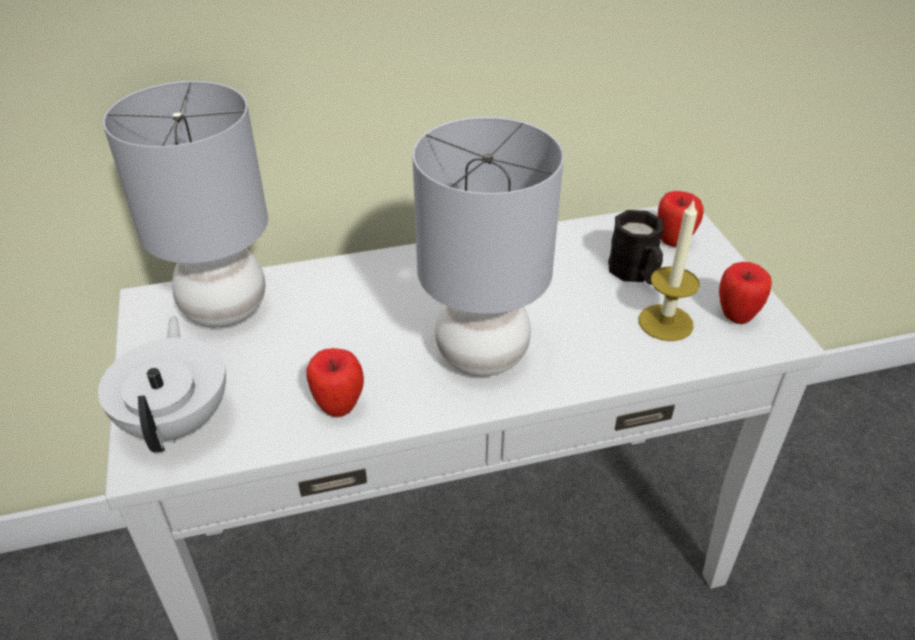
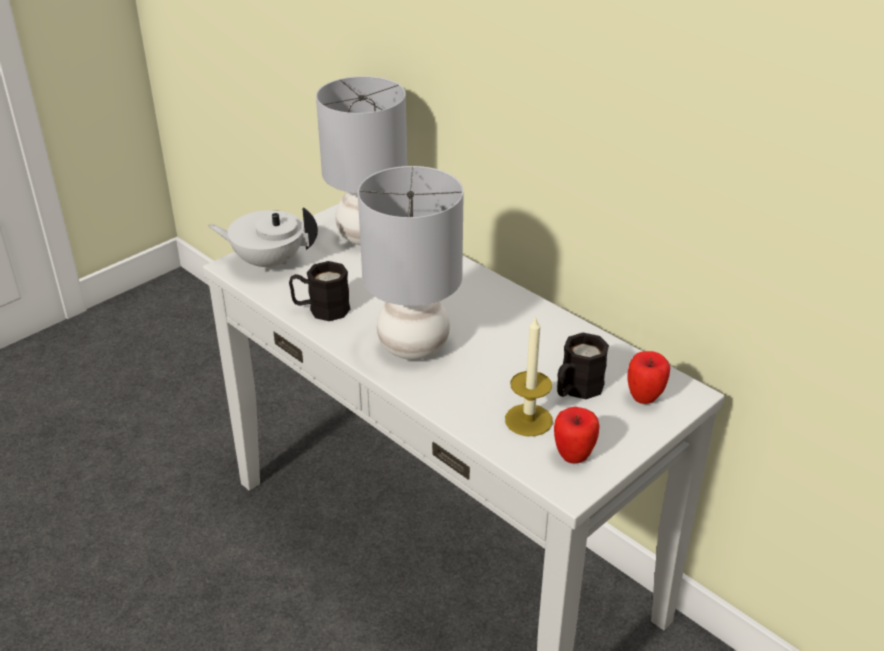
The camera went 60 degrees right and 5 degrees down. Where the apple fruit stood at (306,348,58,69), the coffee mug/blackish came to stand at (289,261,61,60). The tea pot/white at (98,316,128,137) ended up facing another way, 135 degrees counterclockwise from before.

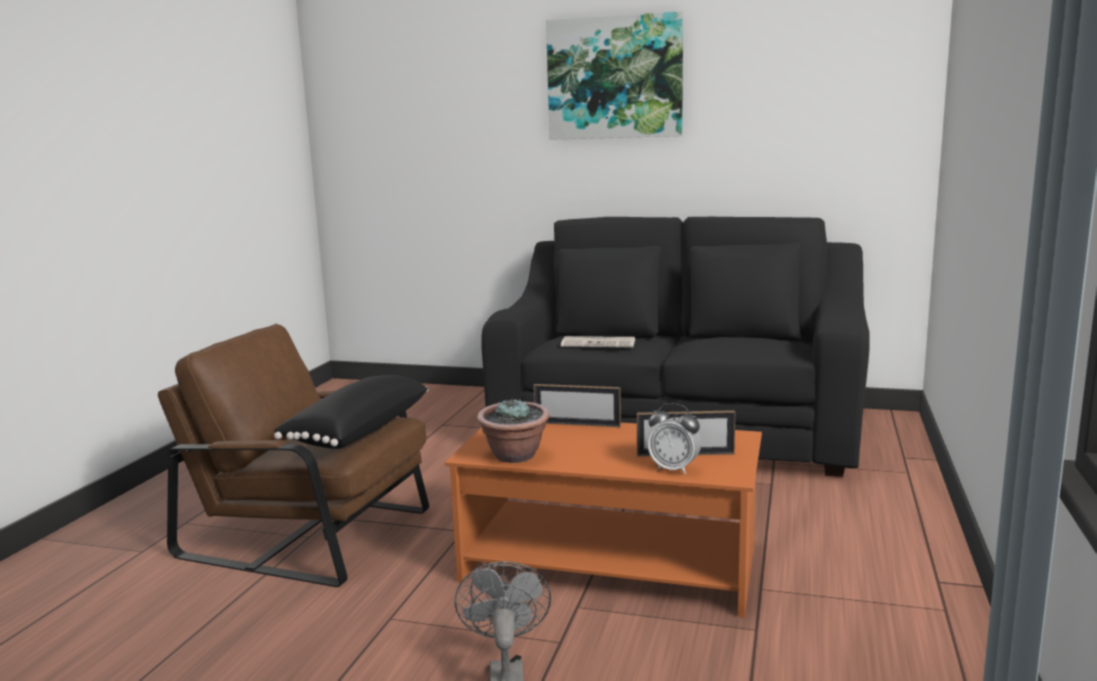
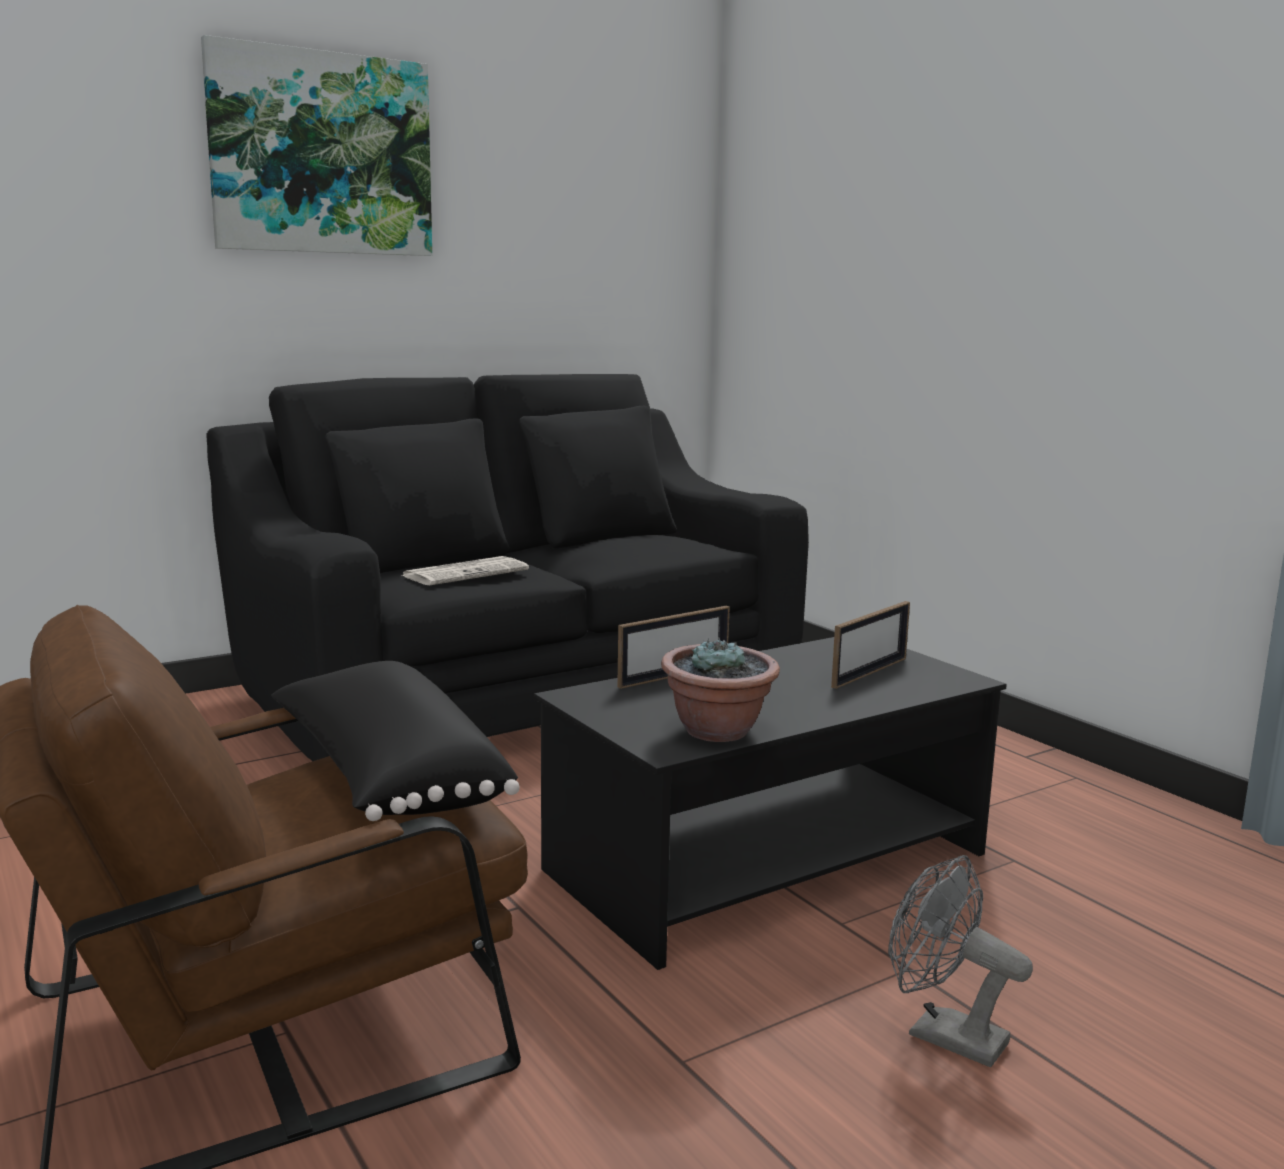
The camera went 50 degrees left and 0 degrees up. The second view lost the bedside clock at (647,403,54,71). What was the lounge table/orangey at (445,423,317,195) turned into the lounge table/blackish at (534,637,473,333).

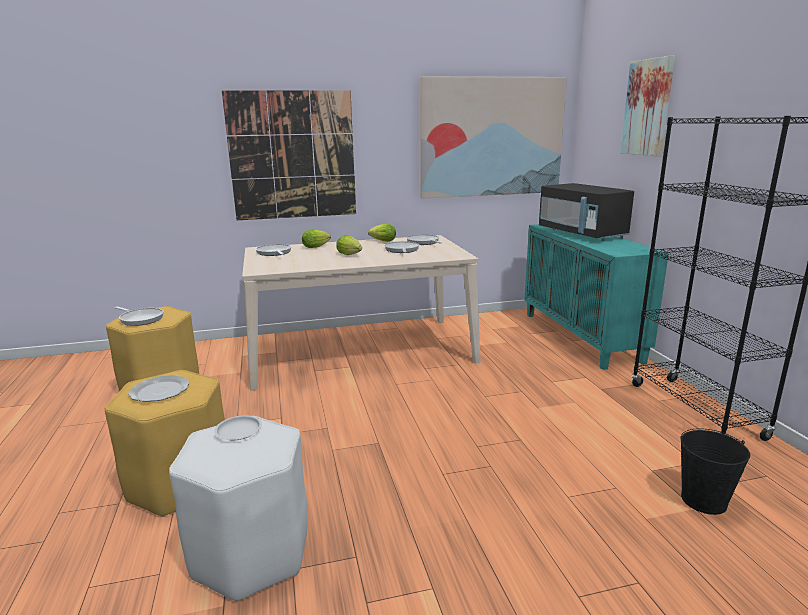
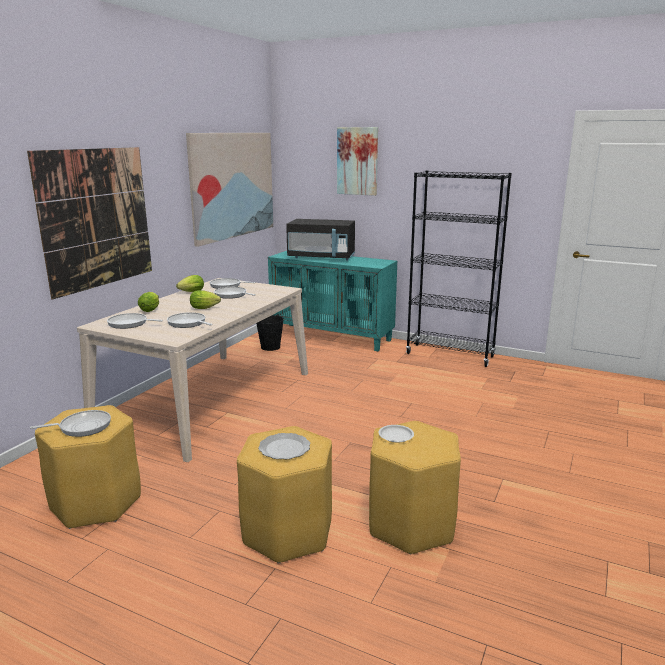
The camera went 50 degrees left and 0 degrees up. The second view gained the skillet at (167,312,46,16). The pail/blackish ended up elsewhere, having gone from (680,428,70,87) to (256,314,28,37). What was the stool/white at (169,416,139,186) turned into the stool/yellow at (369,421,92,133).

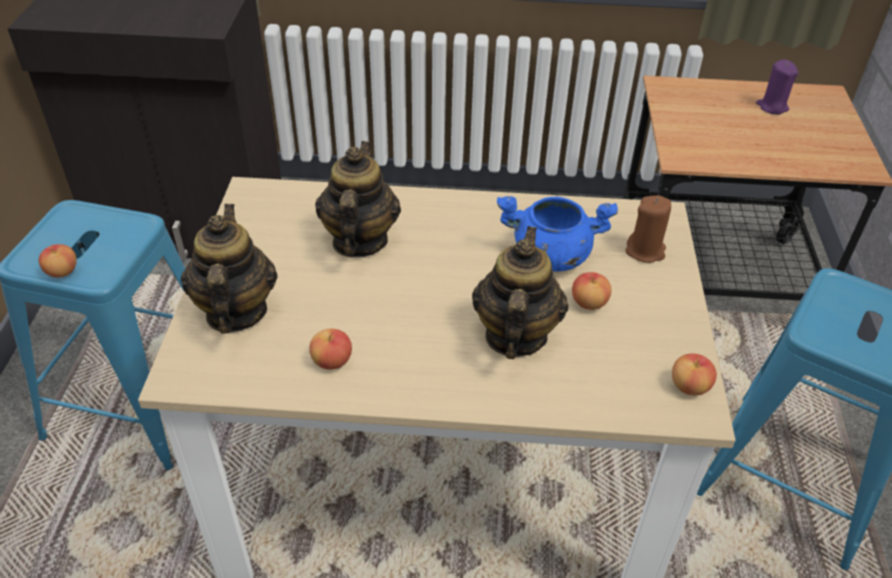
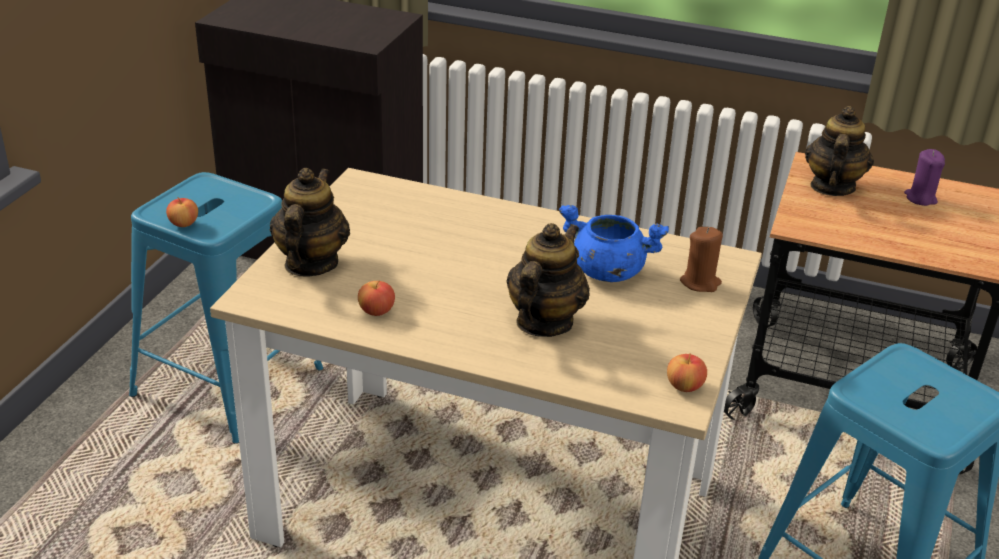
The camera went 15 degrees right and 10 degrees down. The second view lost the apple fruit at (572,272,40,38). The tea pot ended up elsewhere, having gone from (315,141,86,117) to (805,106,69,90).

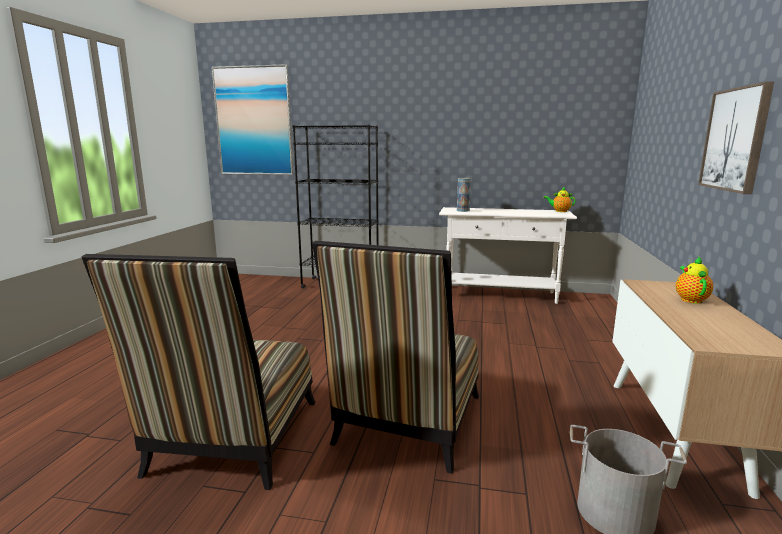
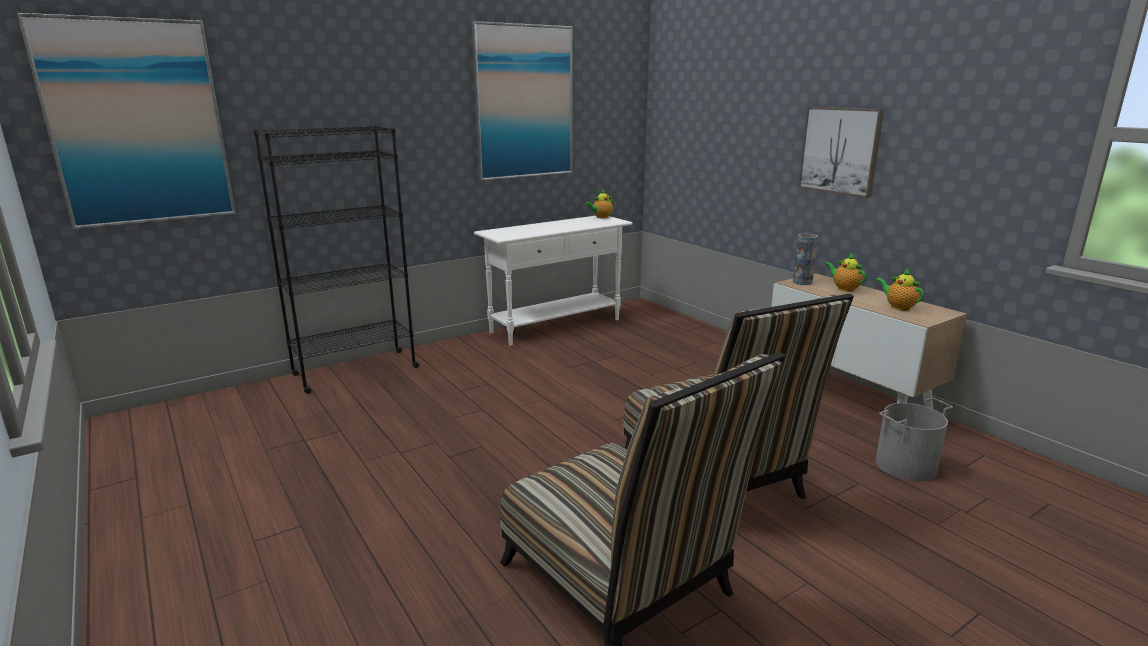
The camera went 45 degrees left and 5 degrees up. The second view gained the picture at (472,21,101,160). The second view gained the tea pot at (876,269,48,42). The decorative vase ended up elsewhere, having gone from (457,178,14,34) to (793,234,25,51).

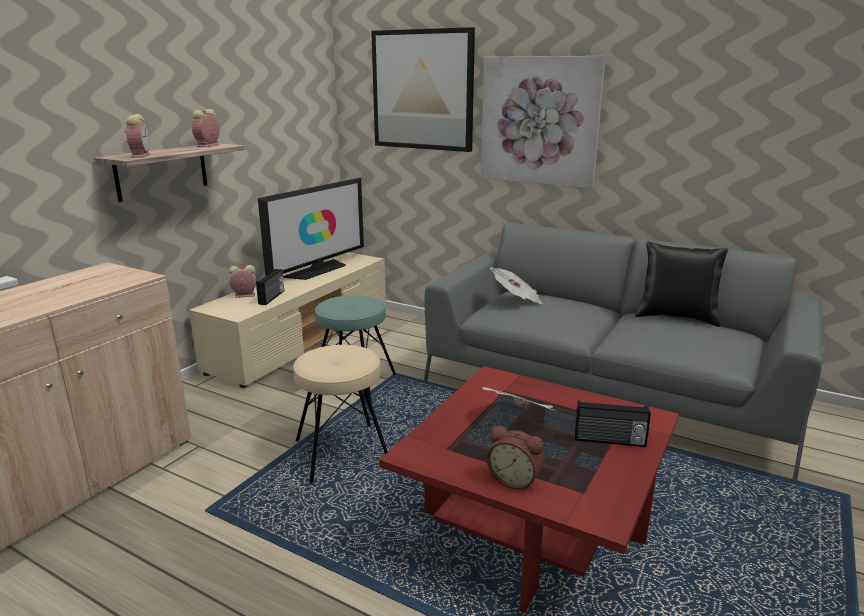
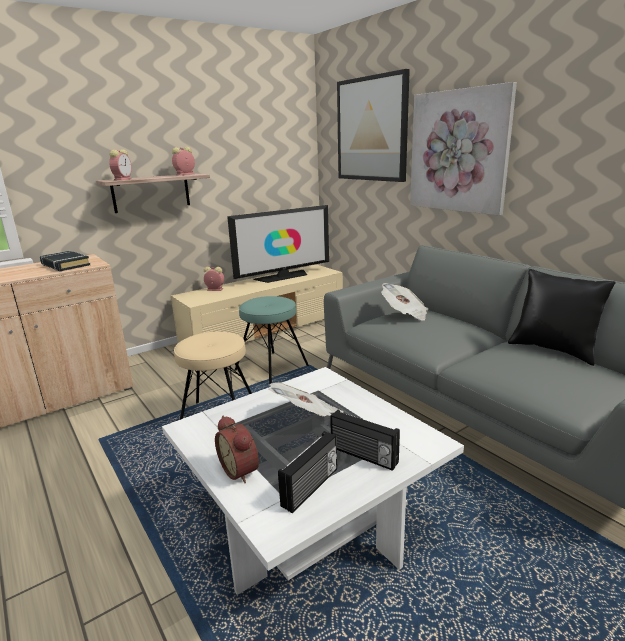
The camera went 25 degrees right and 0 degrees up. The second view gained the bound book/blackish at (40,251,50,20). The radio ended up elsewhere, having gone from (256,269,28,36) to (278,431,59,82). What was the lounge table/reddish at (379,366,300,247) turned into the lounge table/white at (162,367,302,228).

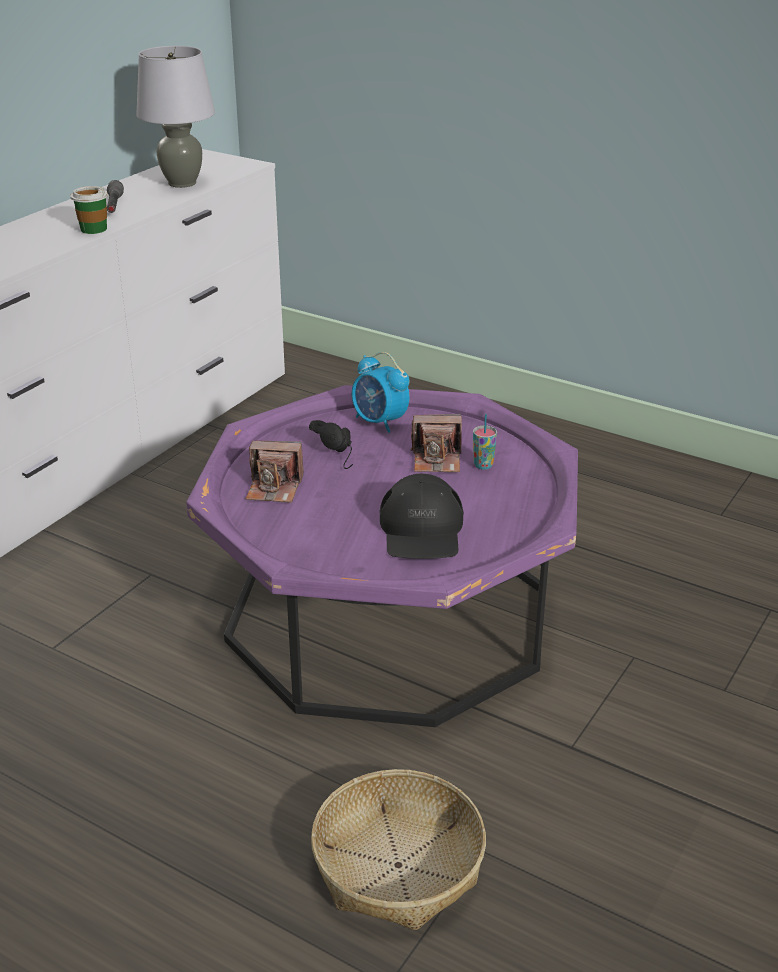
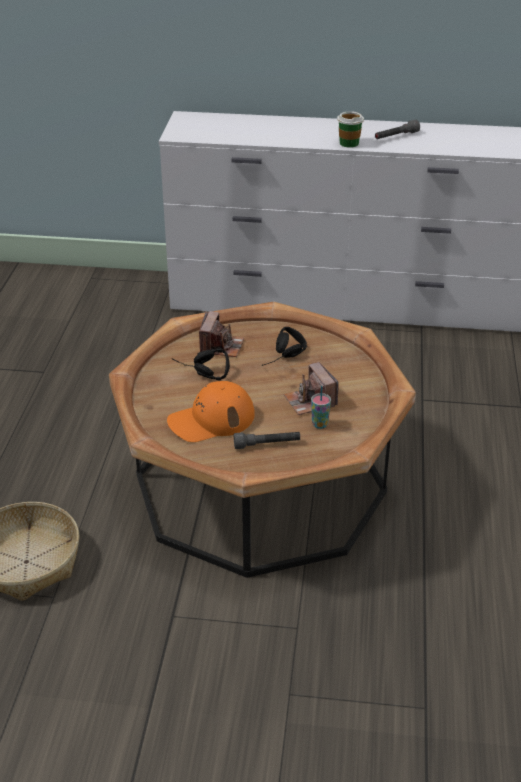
The camera went 65 degrees right and 5 degrees up. The second view lost the lamp for a table/grey at (136,46,79,142). The second view lost the bedside clock at (352,352,58,81). The second view gained the headphones/blackish at (172,349,58,32). The second view gained the flashlight/grey at (234,432,66,17). What was the lounge table/purple-coloured at (186,385,392,342) turned into the lounge table/brownish at (109,302,307,276). What was the baseball cap/blackish at (379,474,85,85) turned into the baseball cap/orangey at (167,381,88,61). The photo camera at (245,441,59,62) ended up facing another way, 150 degrees counterclockwise from before.

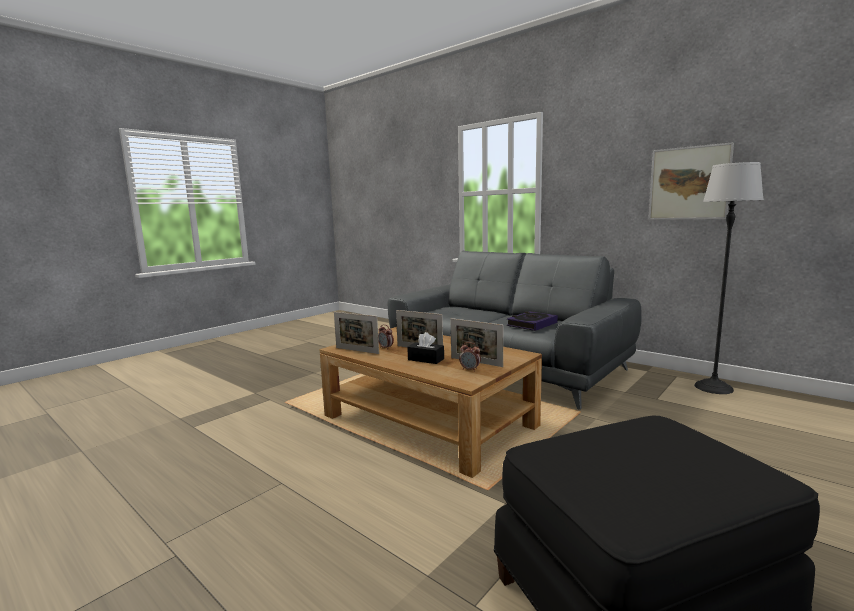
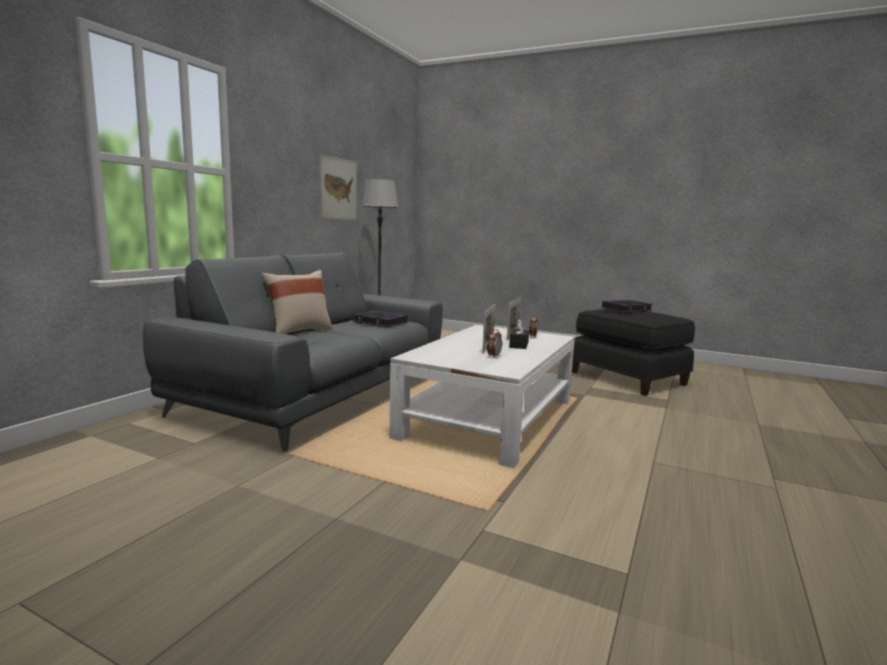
The camera went 105 degrees left and 0 degrees up. The second view lost the picture frame at (334,312,45,42). The second view gained the throw pillow/beige-coloured at (261,270,72,64). The second view gained the bound book at (602,300,51,13). What was the lounge table/brownish at (319,327,223,151) turned into the lounge table/white at (389,325,186,143).

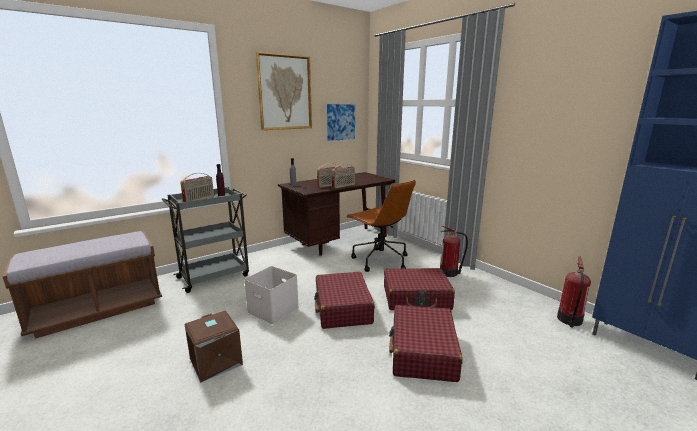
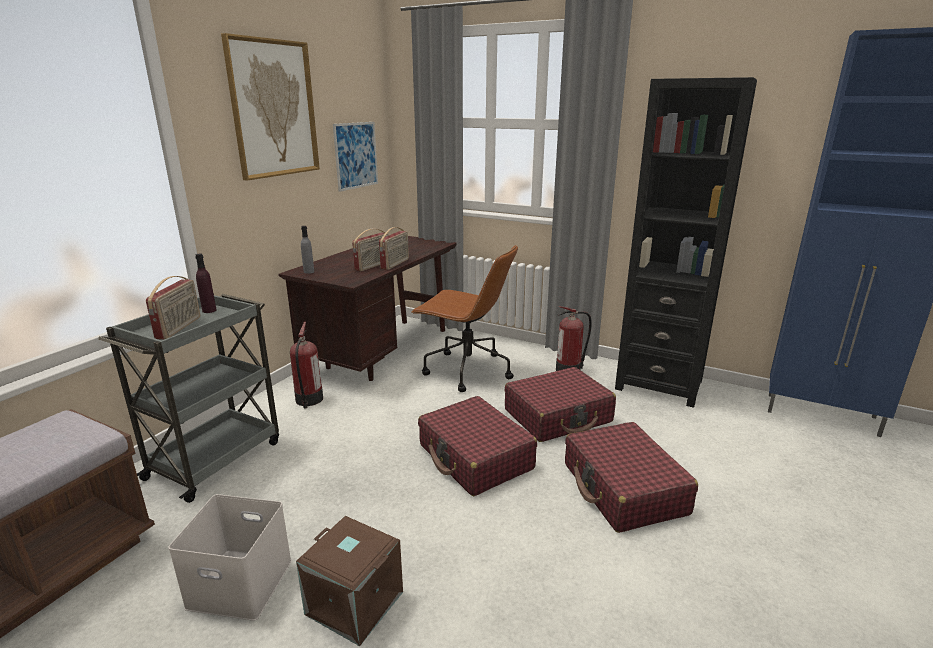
The camera went 25 degrees left and 5 degrees up. The second view gained the bookshelf/blackish at (615,77,142,331). The storage container/white ended up elsewhere, having gone from (244,266,55,59) to (168,494,124,127). The fire-fighting cylinder ended up elsewhere, having gone from (557,256,34,72) to (290,322,33,87).

